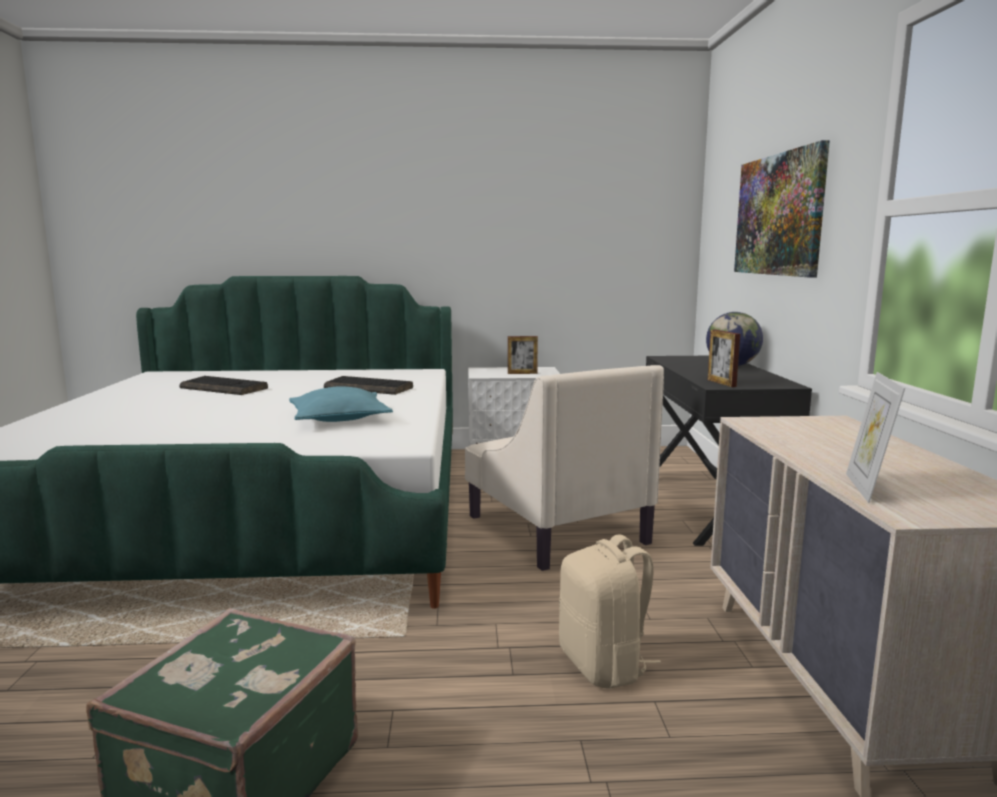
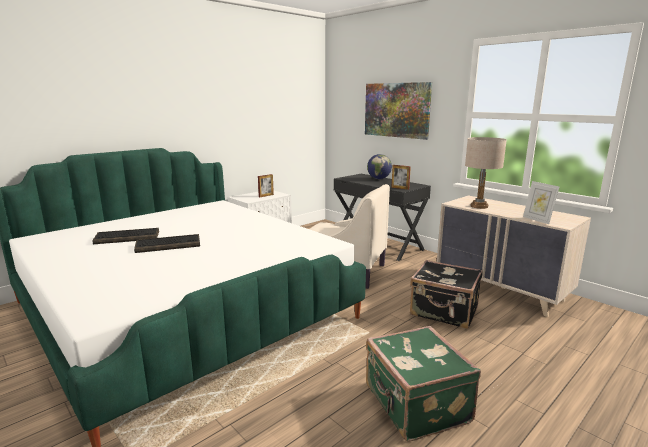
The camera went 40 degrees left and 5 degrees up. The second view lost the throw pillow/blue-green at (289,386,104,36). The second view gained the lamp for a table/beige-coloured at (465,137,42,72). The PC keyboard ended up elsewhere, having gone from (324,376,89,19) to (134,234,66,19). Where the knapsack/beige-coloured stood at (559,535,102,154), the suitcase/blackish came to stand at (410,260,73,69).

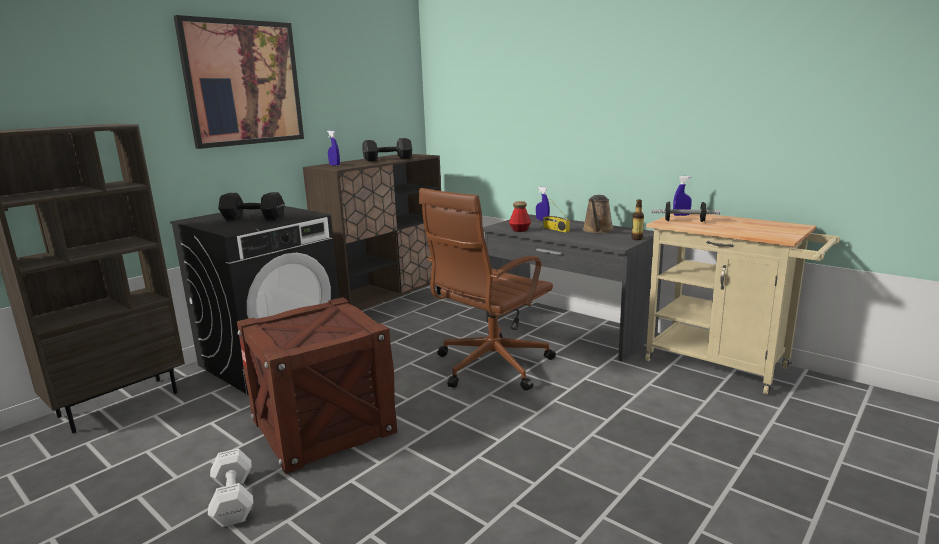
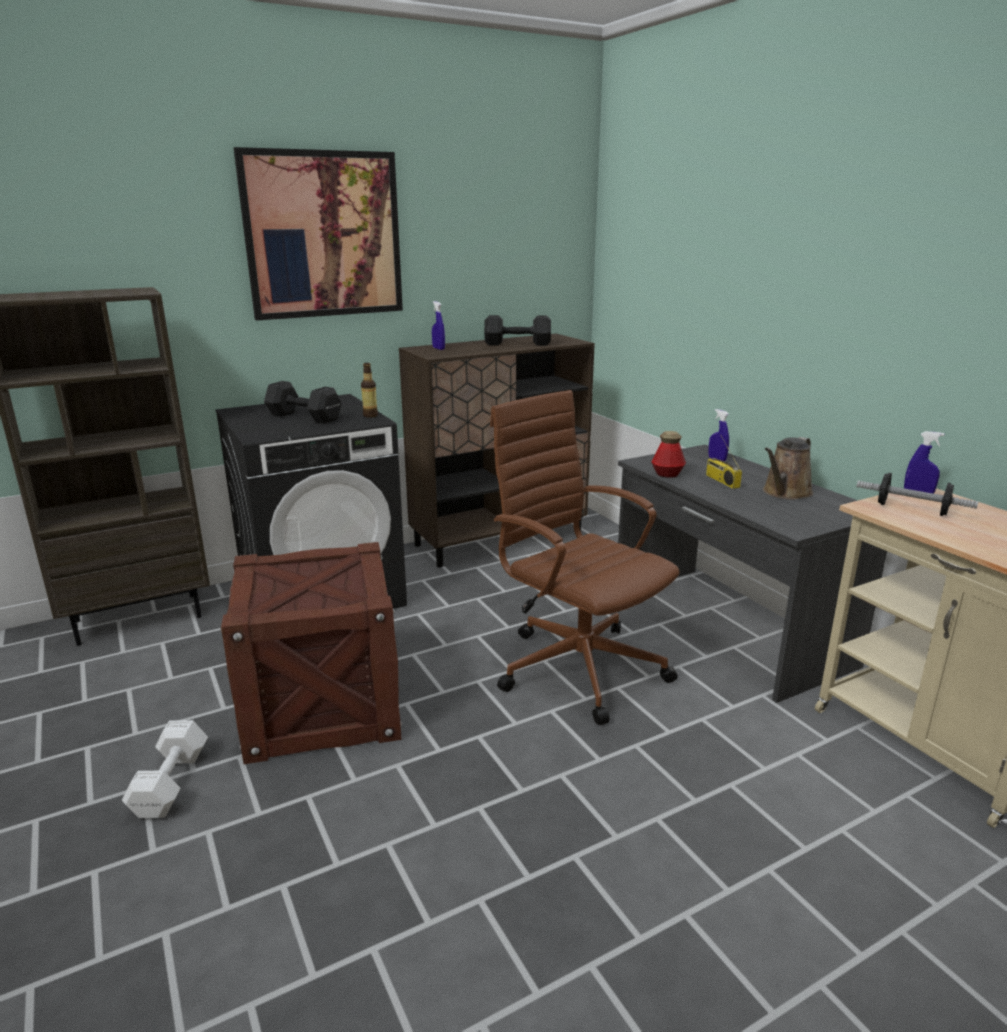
The camera went 20 degrees right and 5 degrees up. The bottle ended up elsewhere, having gone from (631,200,13,40) to (361,363,17,55). The office chair/brownish at (419,188,137,203) ended up facing another way, 75 degrees clockwise from before.

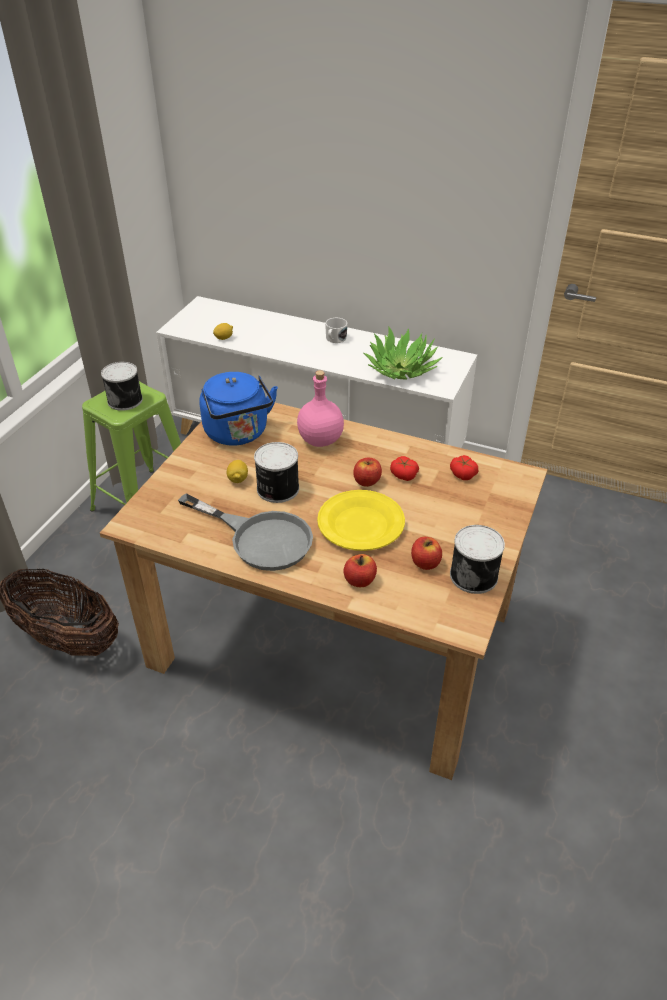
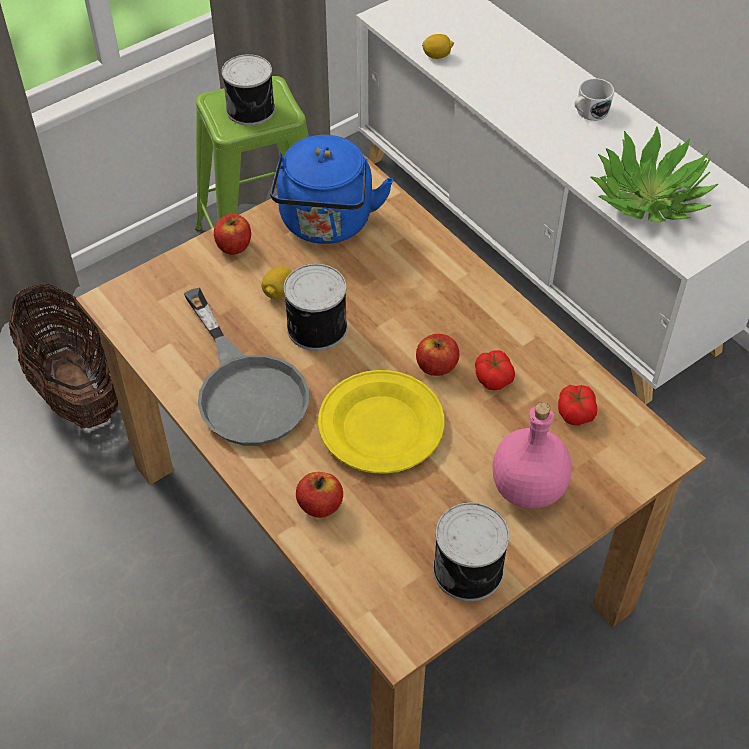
The camera went 30 degrees right and 10 degrees up. The bottle/pinkish ended up elsewhere, having gone from (297,370,47,77) to (492,402,80,106). The apple fruit ended up elsewhere, having gone from (411,537,31,33) to (214,214,37,41).

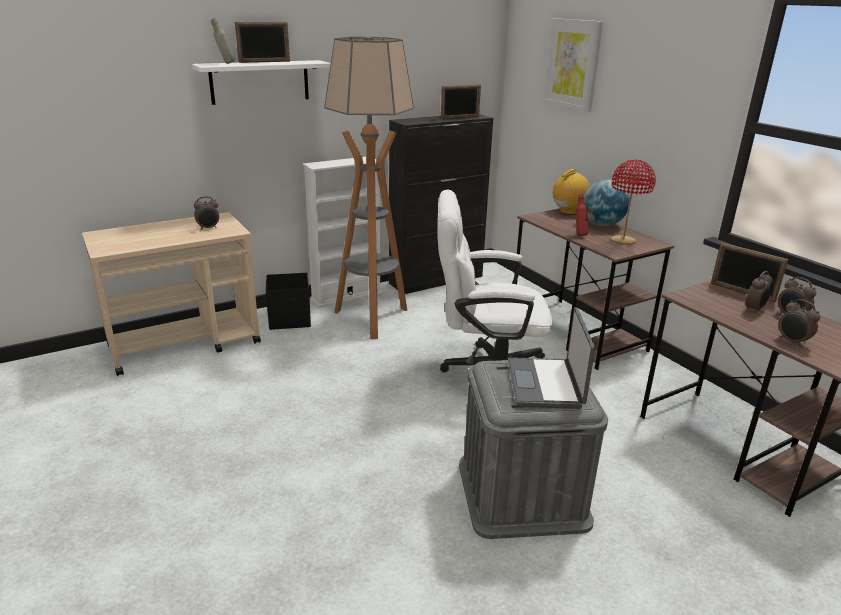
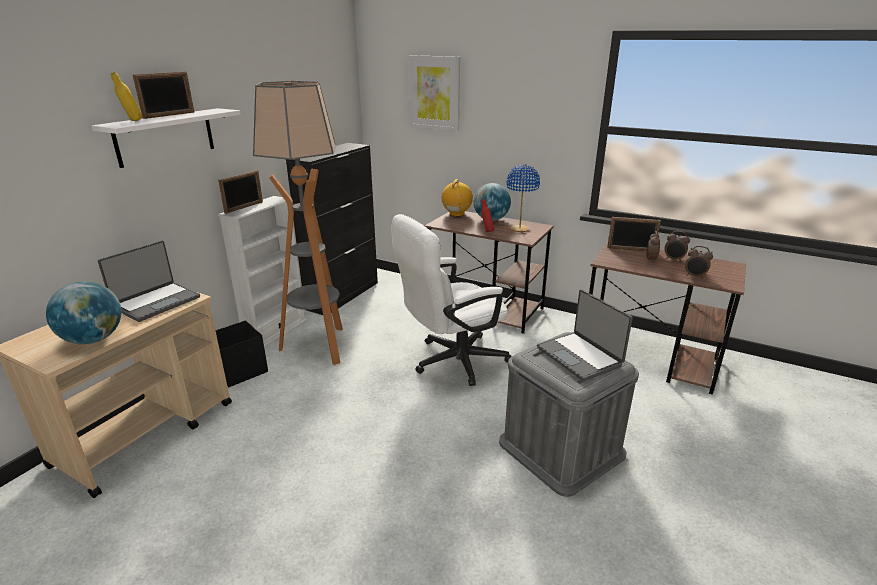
The camera went 30 degrees left and 0 degrees up. The second view gained the desk globe at (46,281,76,63). The picture frame ended up elsewhere, having gone from (441,84,40,36) to (218,170,45,44). Where the bedside clock stood at (194,196,25,34), the laptop came to stand at (98,241,102,81). What was the bottle/grey at (211,18,24,46) turned into the bottle/yellow at (110,72,32,49). What was the lamp for a table/reddish at (611,159,45,86) turned into the lamp for a table/blue-coloured at (507,165,33,67).

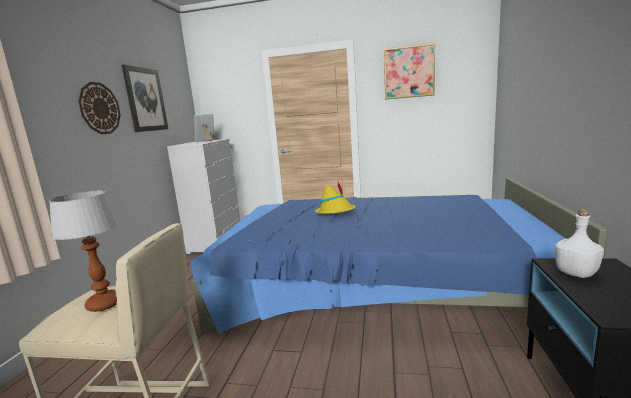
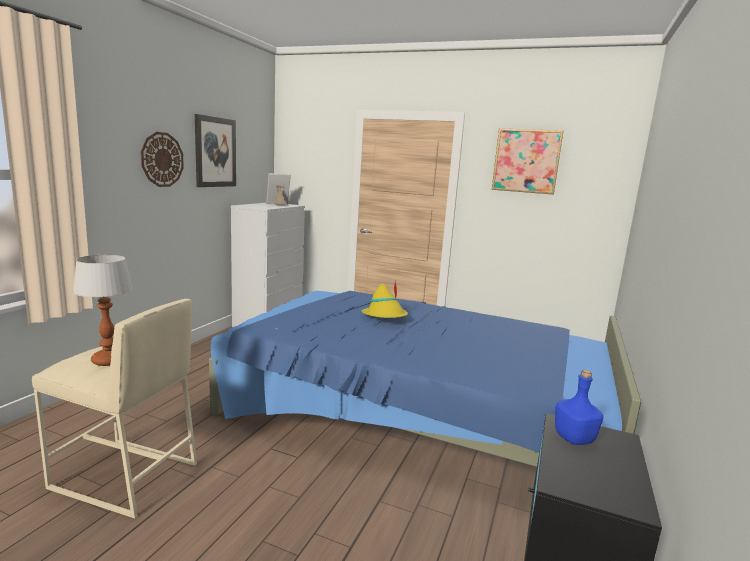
The camera went 10 degrees right and 0 degrees up. What was the bottle/white at (555,209,49,69) turned into the bottle/blue-coloured at (555,370,49,75).

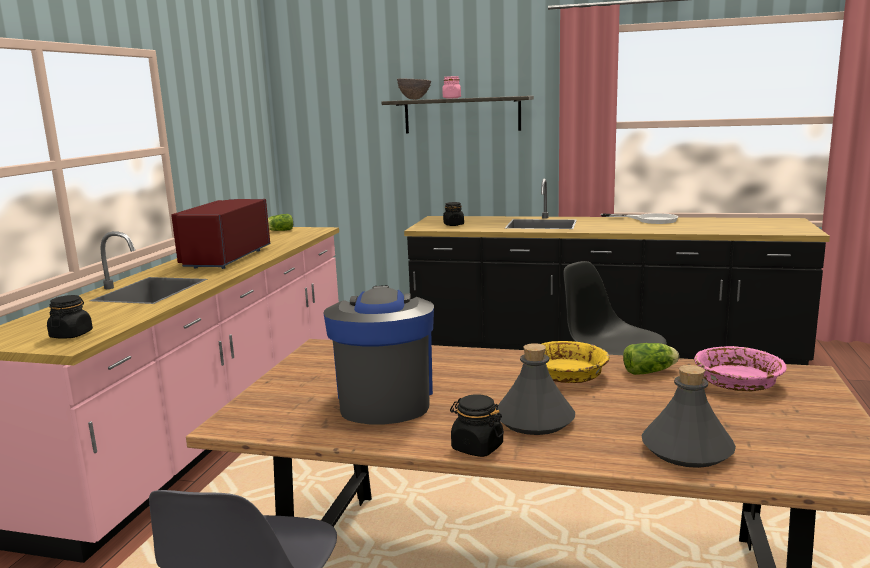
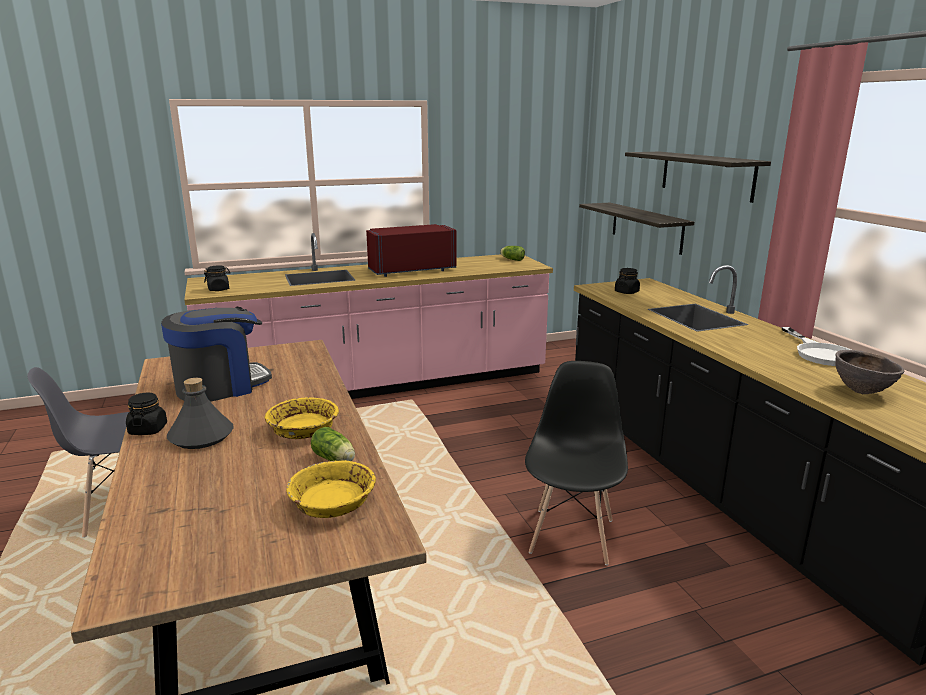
The camera went 55 degrees right and 5 degrees up. The second view lost the storage jar/pinkish at (443,76,18,23). The second view lost the bottle/grey at (642,365,94,103). The second view gained the bracket shelf at (579,203,115,52). The bowl/brownish ended up elsewhere, having gone from (397,78,34,22) to (835,350,70,44). What was the bowl/pinkish at (694,346,93,45) turned into the bowl/yellow at (286,460,90,58).

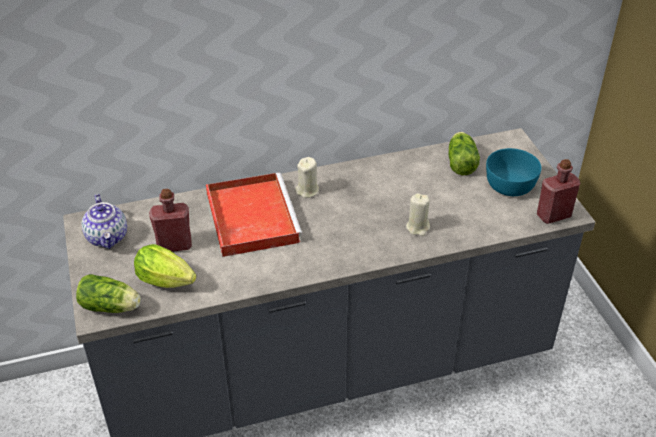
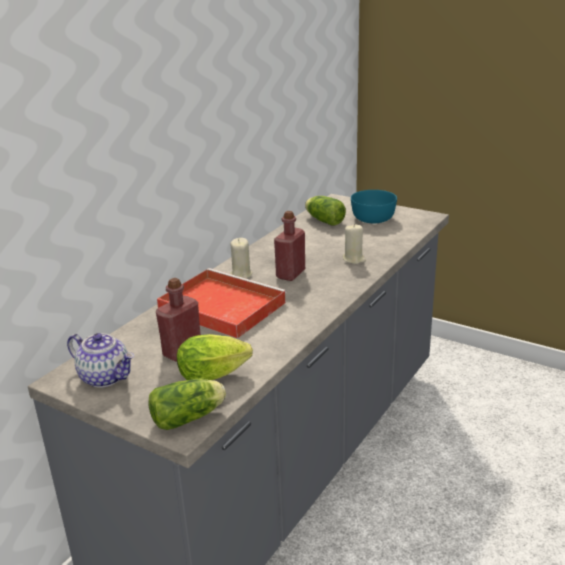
The camera went 40 degrees left and 15 degrees down. The bottle/reddish ended up elsewhere, having gone from (537,159,43,65) to (274,211,31,70).

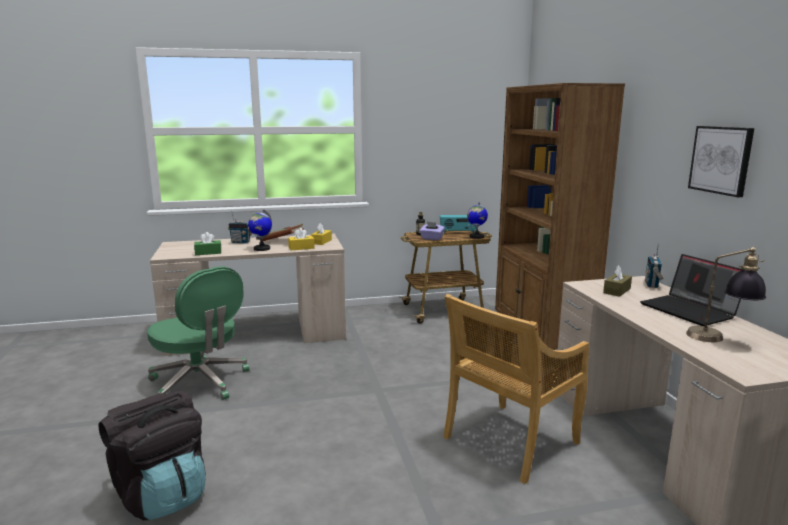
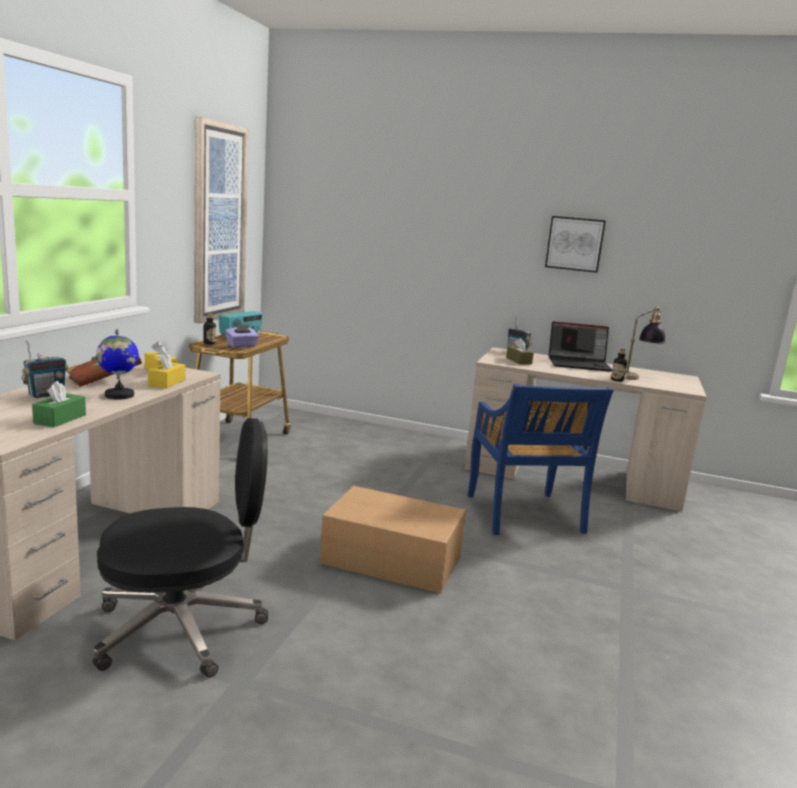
The camera went 60 degrees left and 0 degrees up. The second view lost the knapsack/blackish at (98,391,108,129). The second view lost the desk globe at (467,202,21,37). The second view lost the bookshelf/brownish at (495,83,130,267). The second view gained the picture at (194,117,54,207). The second view gained the cardboard box at (320,486,146,108). The second view gained the bottle at (611,348,16,34). What was the office chair/green-coloured at (147,266,102,134) turned into the office chair/blackish at (93,418,175,260). What was the upright chair/beige-coloured at (443,294,146,190) turned into the upright chair/blue-coloured at (468,384,146,151).

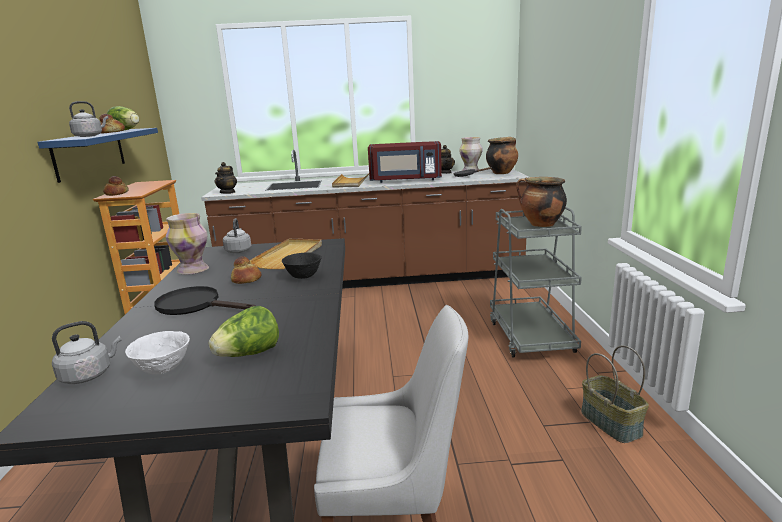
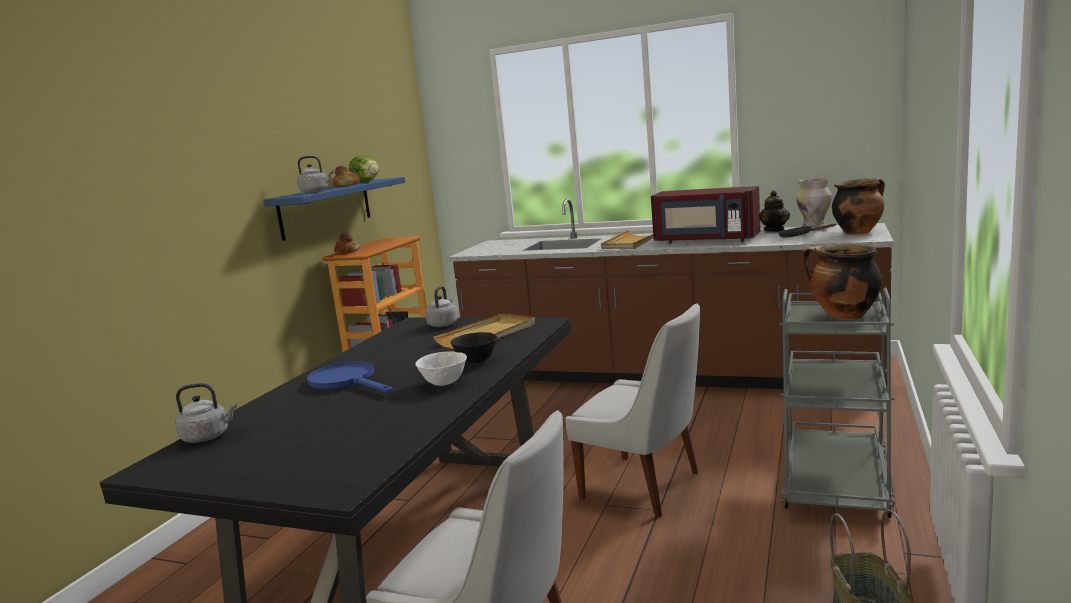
The camera went 25 degrees right and 5 degrees down. The second view lost the decorative vase at (166,213,43,62). The second view lost the head of lettuce at (209,306,70,51). The second view lost the tea pot at (214,162,23,32). The second view lost the bakery bread at (231,256,30,28). The second view gained the upright chair/white at (565,303,135,215). The bowl/white ended up elsewhere, having gone from (125,331,65,43) to (416,351,51,35). What was the skillet/blackish at (154,286,102,29) turned into the skillet/blue-coloured at (307,361,86,32).

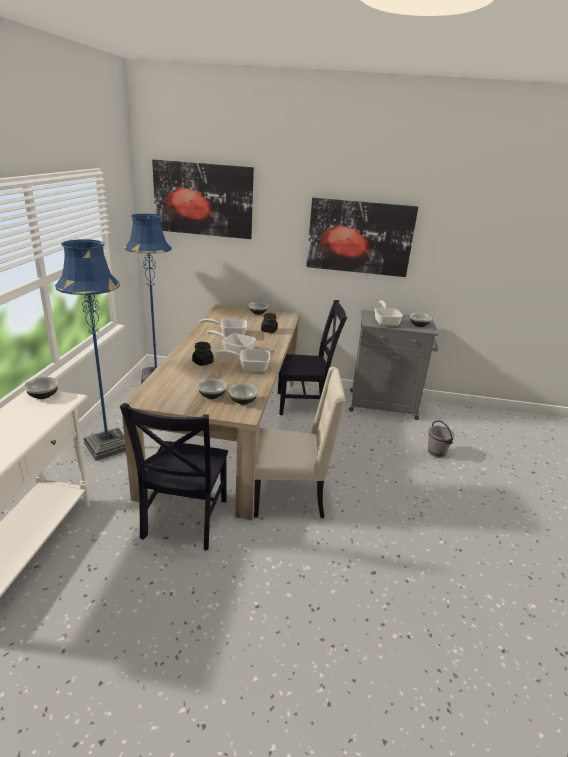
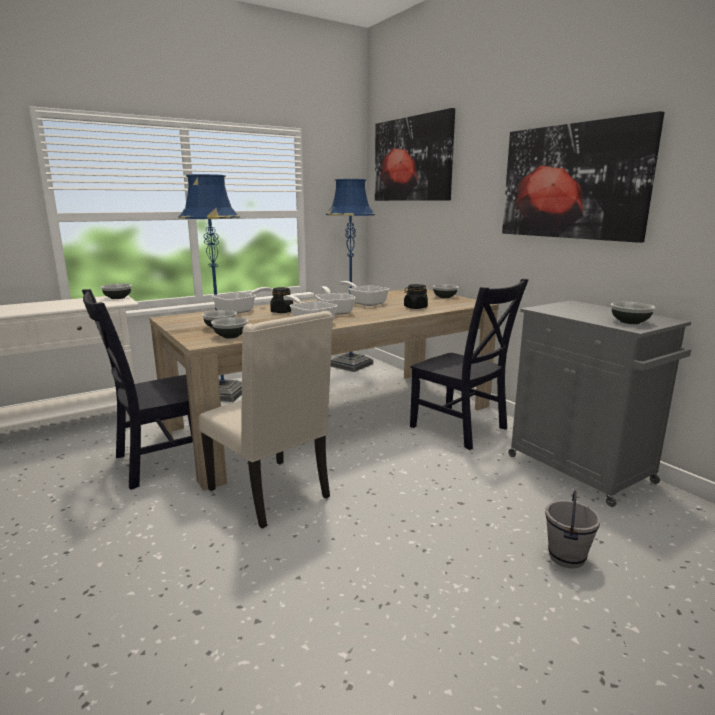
The camera went 50 degrees right and 10 degrees down. The skillet ended up elsewhere, having gone from (374,300,29,26) to (212,287,60,27).

